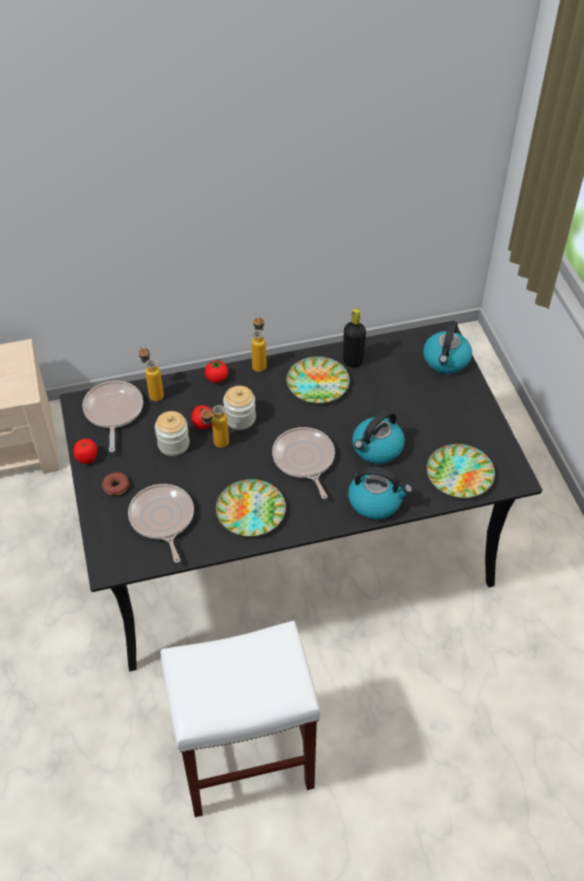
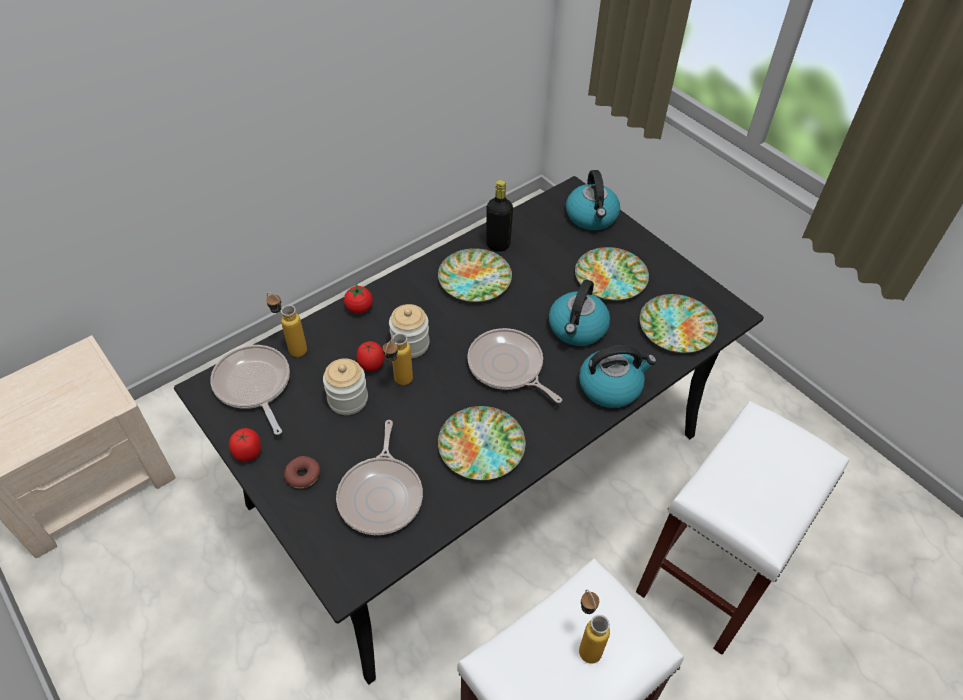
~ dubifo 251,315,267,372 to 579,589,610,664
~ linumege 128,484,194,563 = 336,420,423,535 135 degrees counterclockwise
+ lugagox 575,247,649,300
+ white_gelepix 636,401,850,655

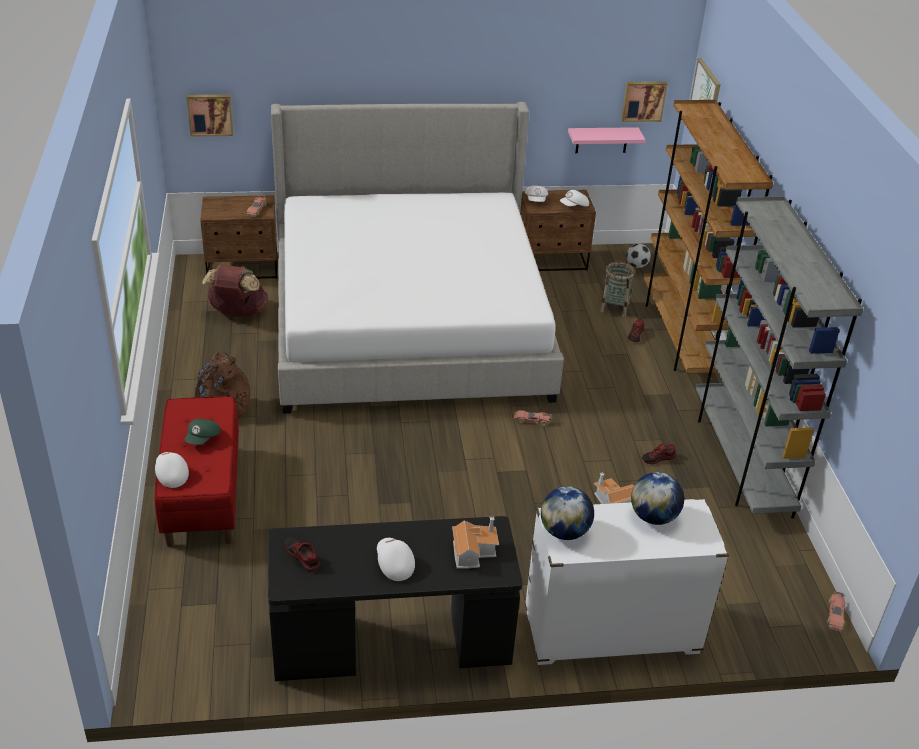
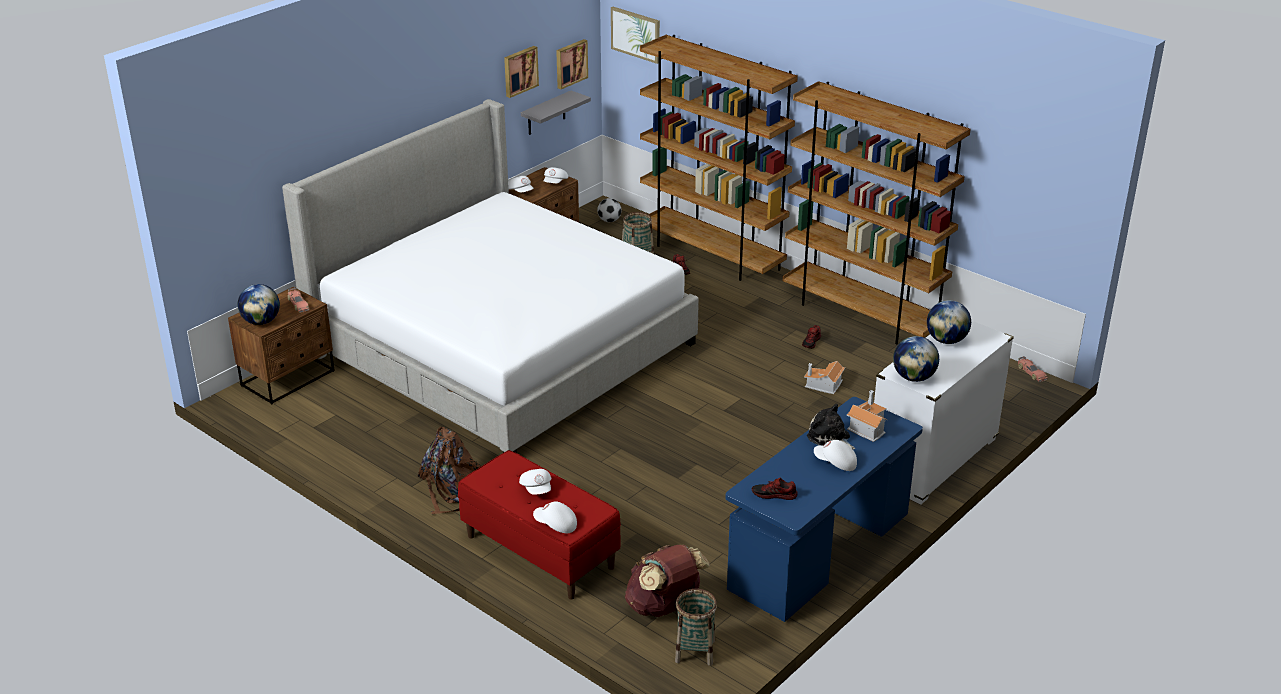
~ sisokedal 187,95,233,137 to 504,46,539,98
~ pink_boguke 568,127,645,153 to grey_boguke 521,91,591,135
~ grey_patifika 696,196,863,519 to brown_patifika 783,81,971,345
~ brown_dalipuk 202,265,268,317 to 625,545,710,617
- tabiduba 514,410,552,426
~ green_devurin 184,419,221,445 to white_devurin 519,469,551,494
~ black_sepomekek 268,516,522,681 to blue_sepomekek 725,397,923,622
+ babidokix 238,284,280,325
+ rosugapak 807,404,855,449
+ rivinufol 675,589,717,666

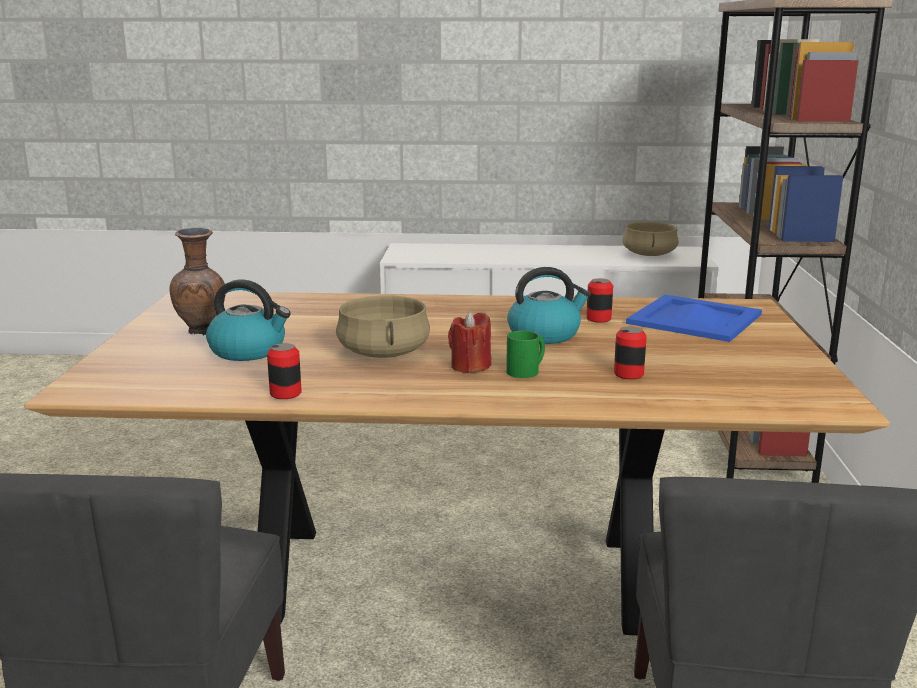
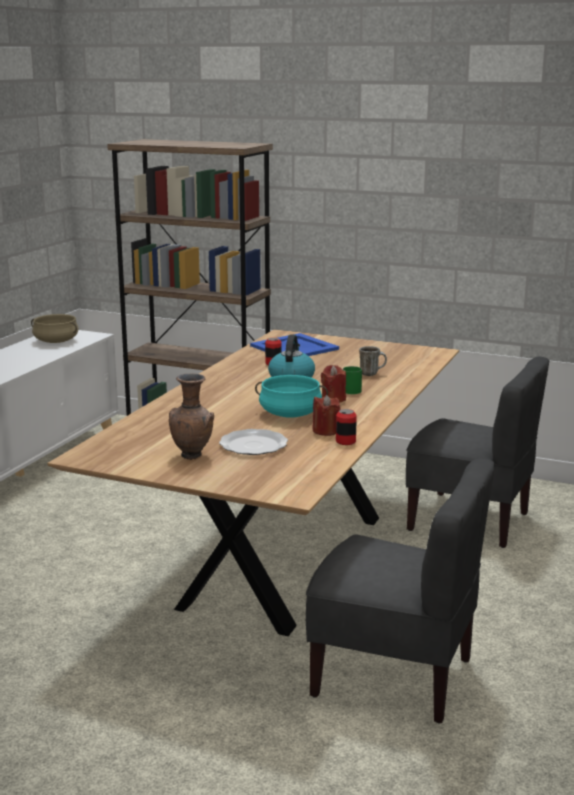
~ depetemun 206,280,291,361 to lugagox 219,429,288,455
~ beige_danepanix 336,296,430,358 to turquoise_danepanix 255,375,328,418
~ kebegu 614,326,647,379 to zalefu 359,346,387,376
+ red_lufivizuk 313,395,341,436

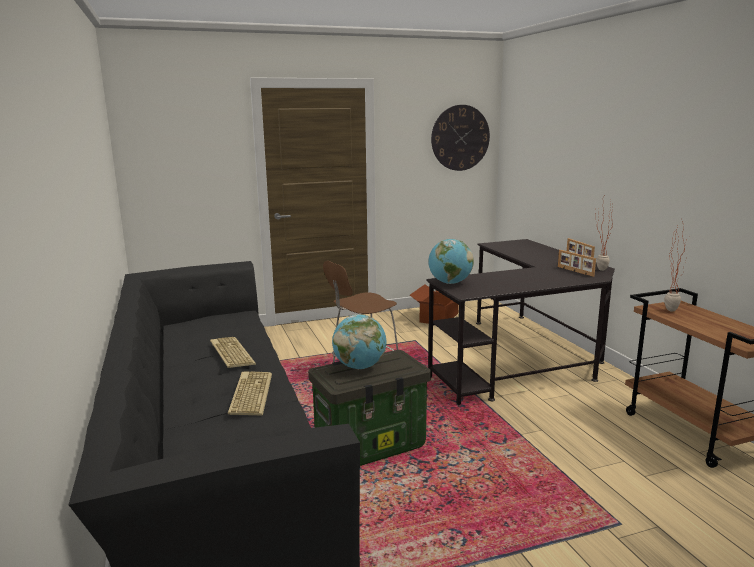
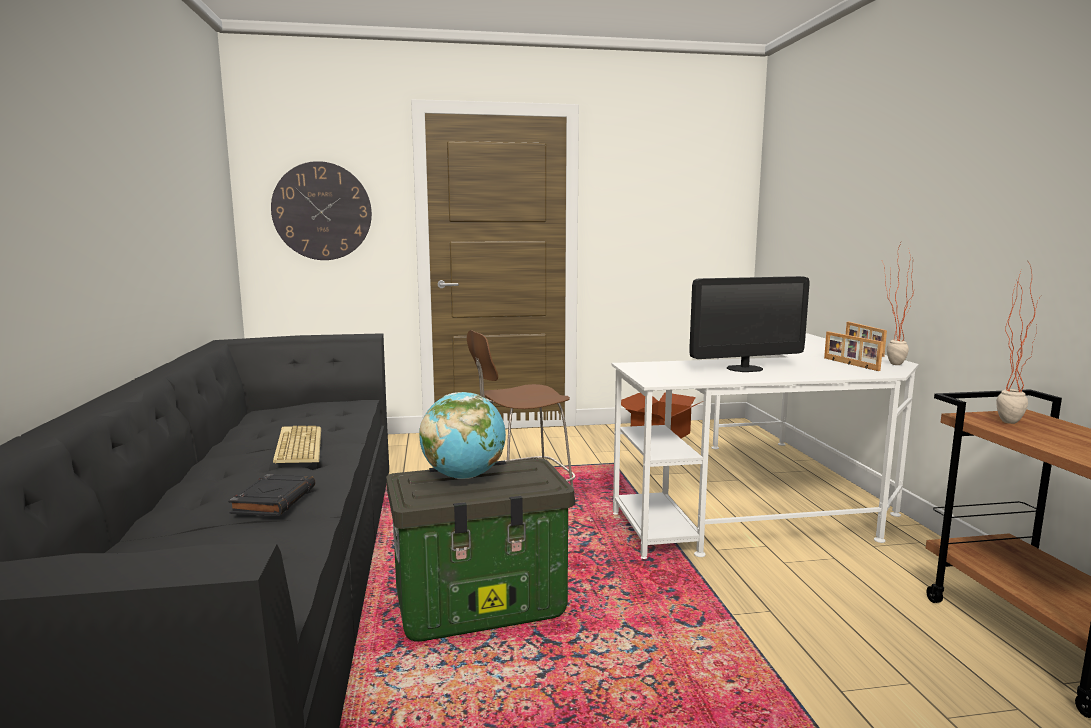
~ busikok 431,105,490,171 to 271,161,372,260
~ black_sepomekek 426,239,615,406 to white_sepomekek 612,333,919,559
- babidokix 428,239,474,284
~ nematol 228,371,272,416 to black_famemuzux 228,474,315,516
+ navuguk 690,276,810,372

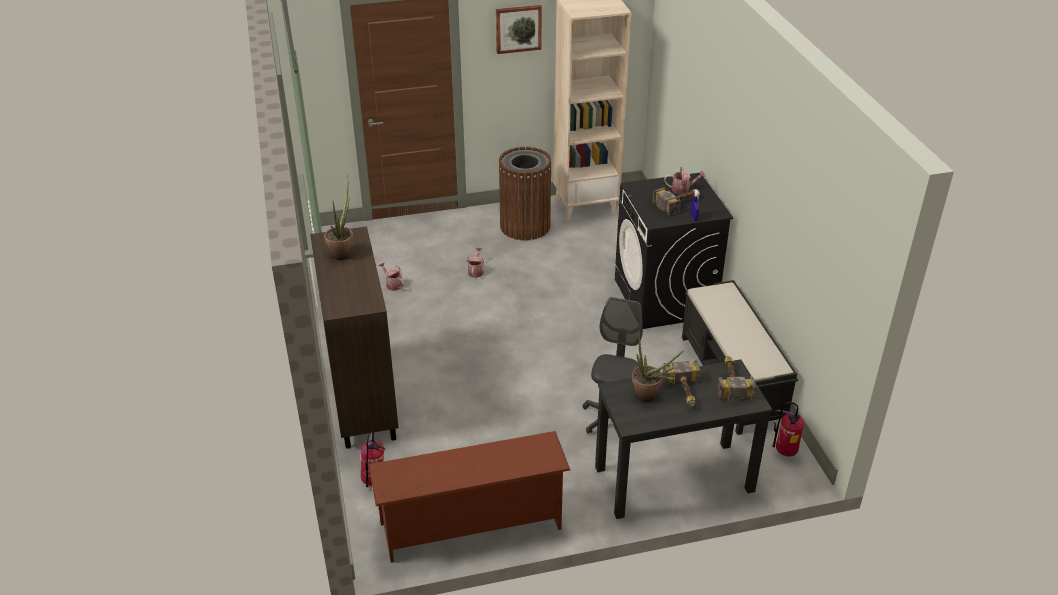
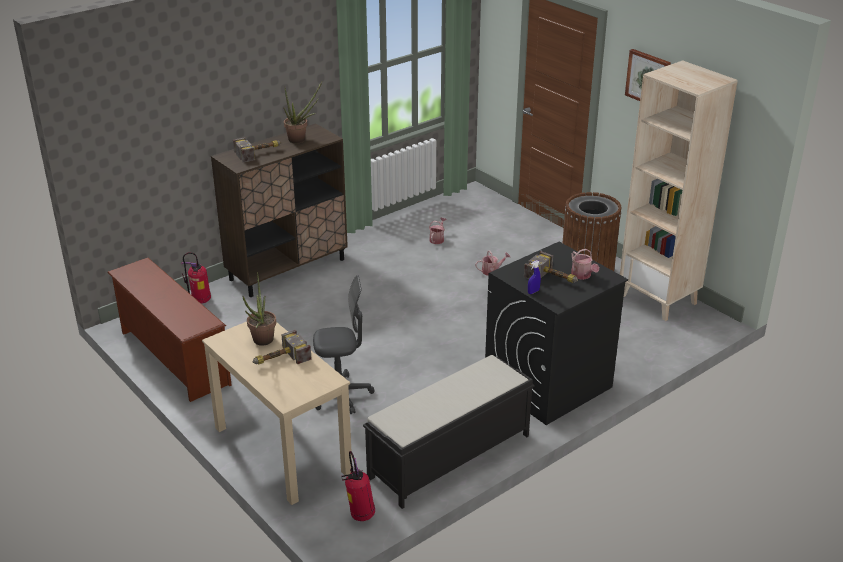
~ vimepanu 717,356,756,401 to 233,137,281,163
~ black_sepomekek 595,359,773,519 to beige_sepomekek 202,321,352,505

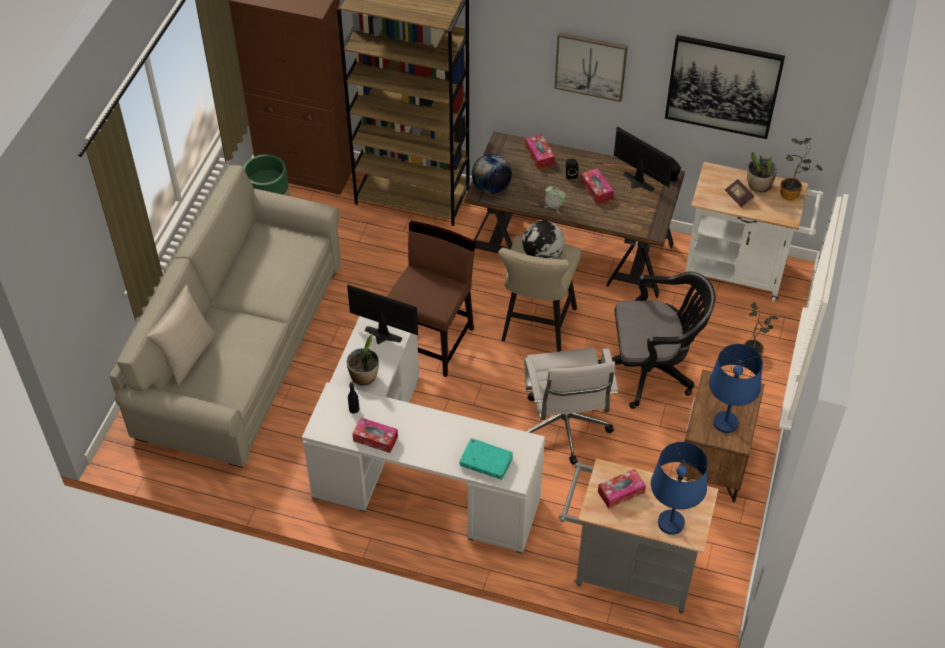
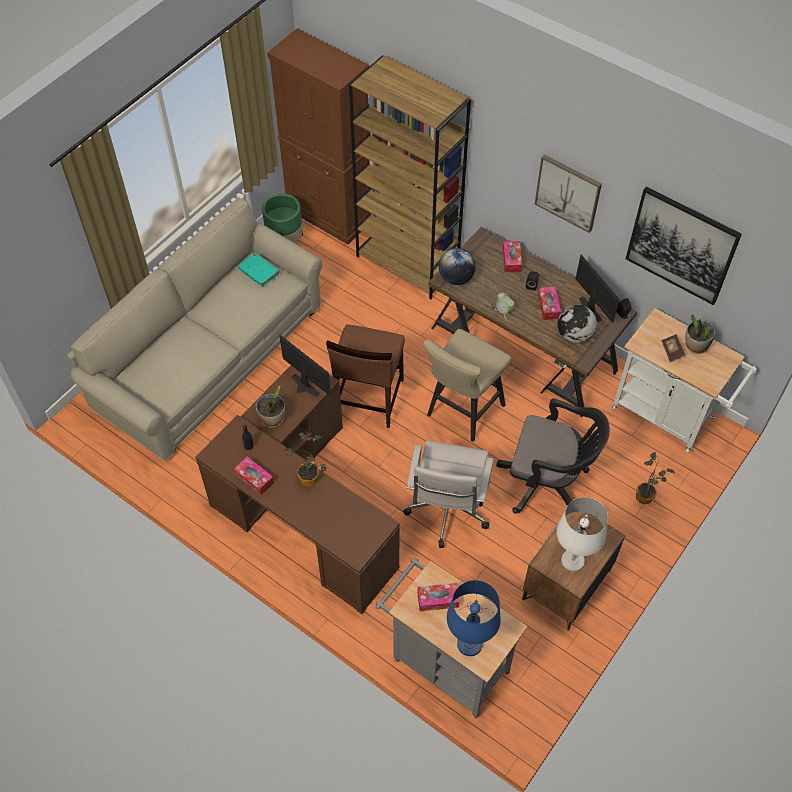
~ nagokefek 780,138,822,201 to 286,432,327,486
~ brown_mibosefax 387,221,476,377 = 326,324,405,428 150 degrees clockwise
~ babidokix 522,221,565,259 to 558,305,597,343
- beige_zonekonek 146,285,217,386
~ white_sepomekek 302,316,545,554 to brown_sepomekek 195,366,400,614
~ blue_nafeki 709,344,763,433 to white_nafeki 556,497,608,572
~ turquoise_famemuzux 460,438,513,480 to 238,253,279,287

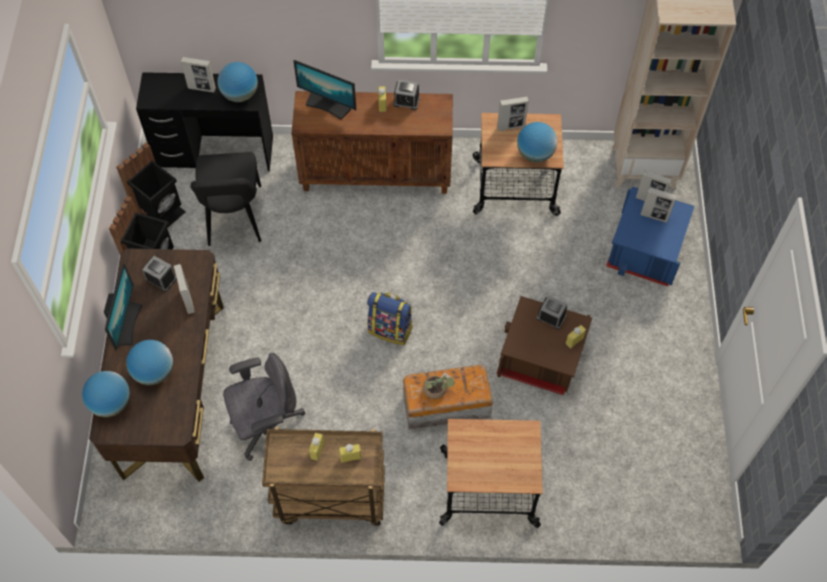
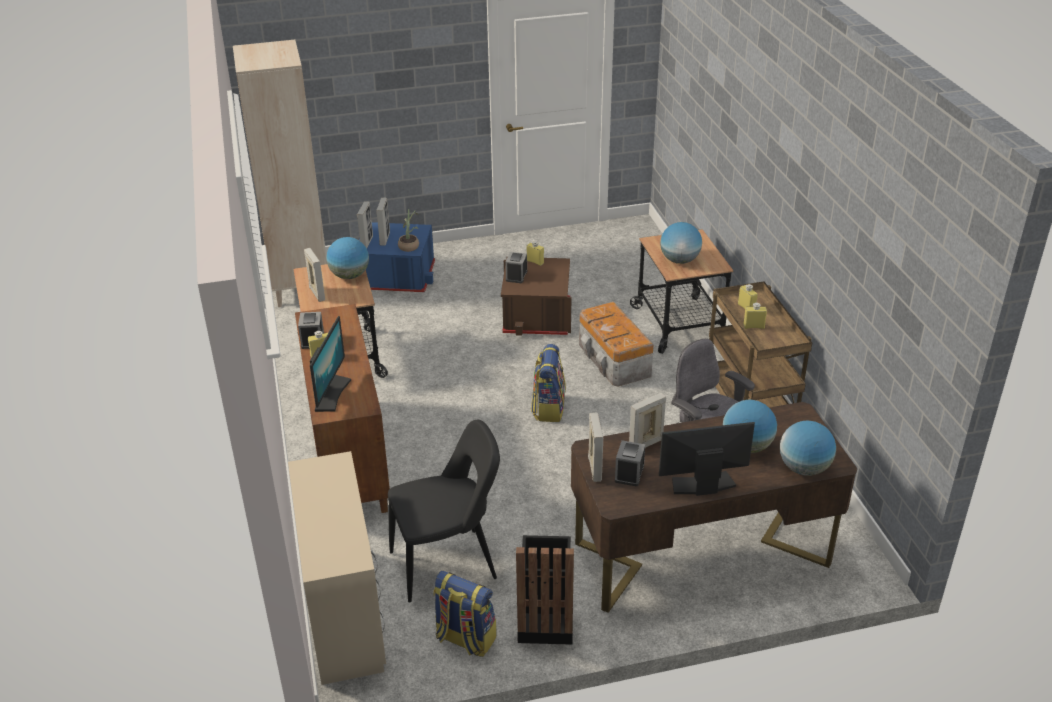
~ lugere 181,57,216,93 to 588,413,603,482
~ babidokix 217,62,258,102 to 660,222,702,264
~ black_sepomekek 136,72,273,171 to beige_sepomekek 288,451,386,685
~ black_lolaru 116,143,186,228 to dalipuk 433,571,496,657
~ nagokefek 423,375,456,399 to 398,209,419,252

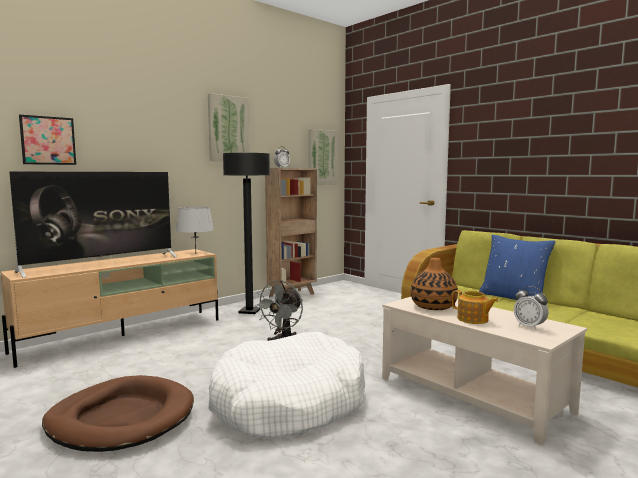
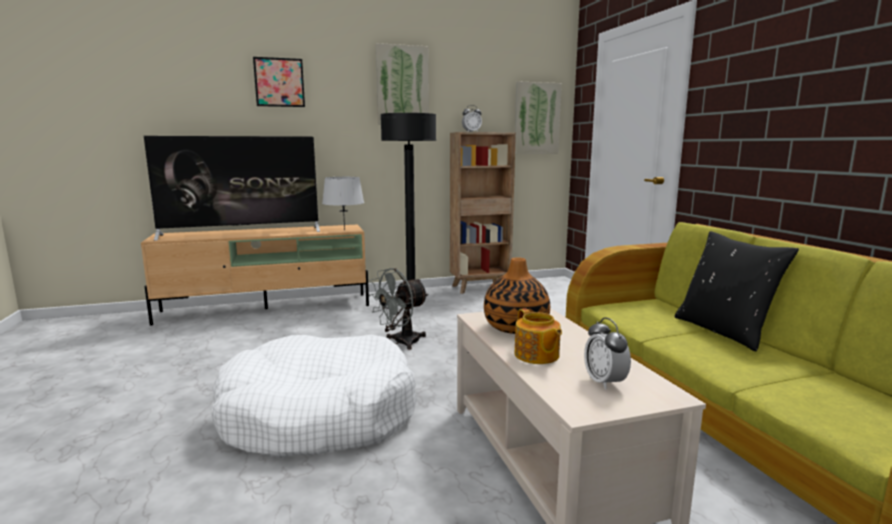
~ sisokedal 19,115,76,165 to 253,57,305,107
~ blue_zonekonek 479,235,556,300 to black_zonekonek 675,231,799,351
- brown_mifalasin 42,375,194,452

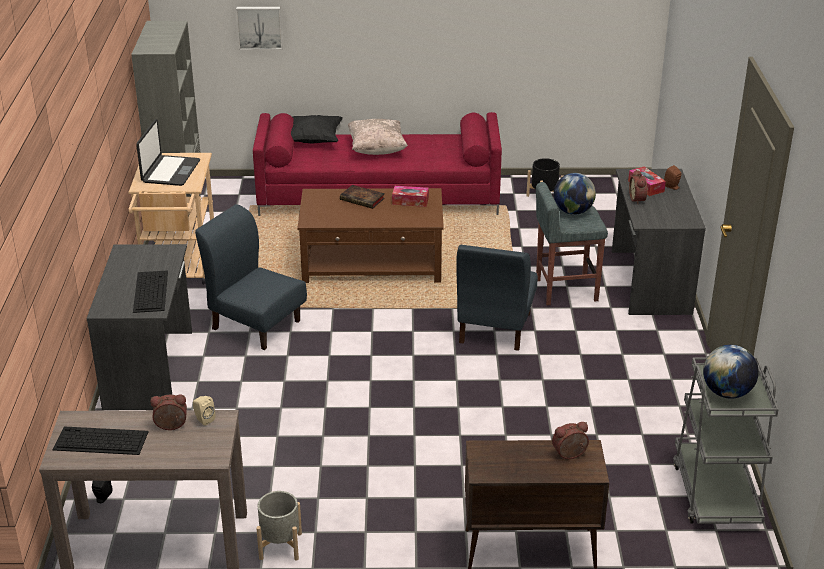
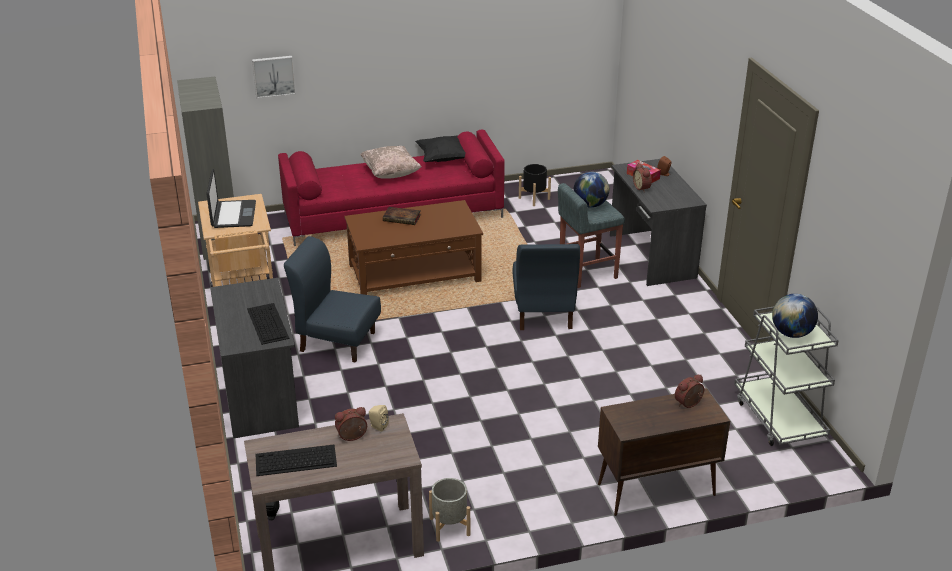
~ black_zonekonek 291,115,343,144 to 415,135,466,162
- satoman 392,186,429,207

